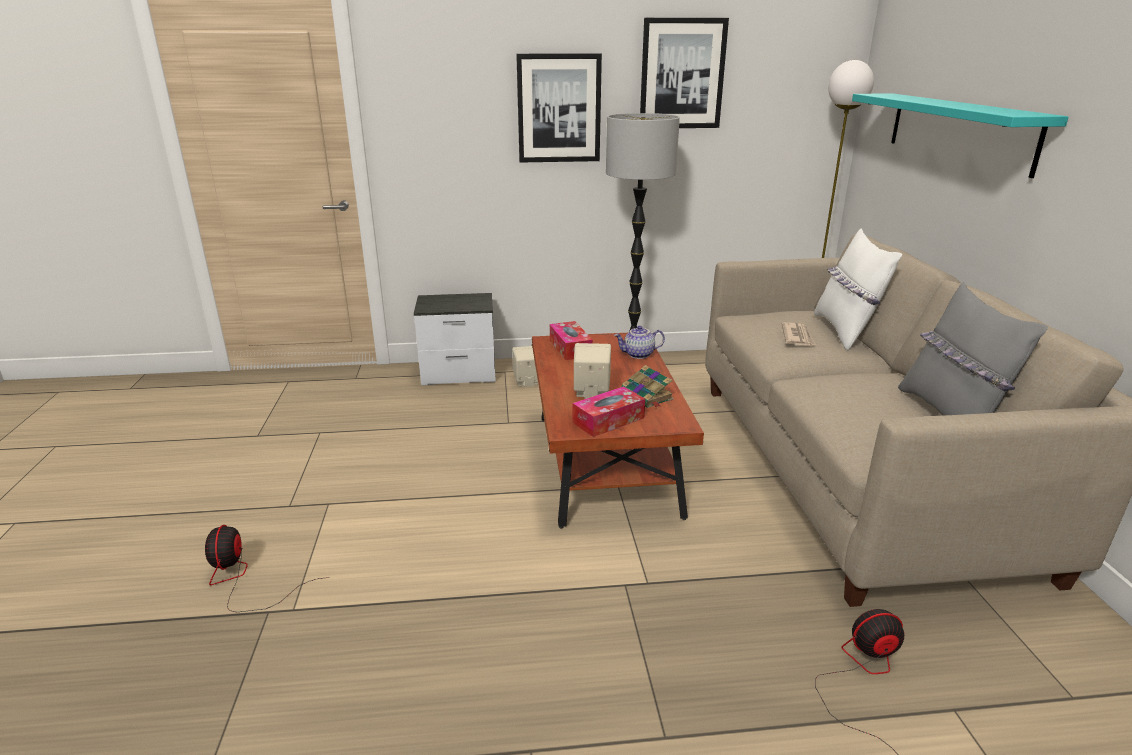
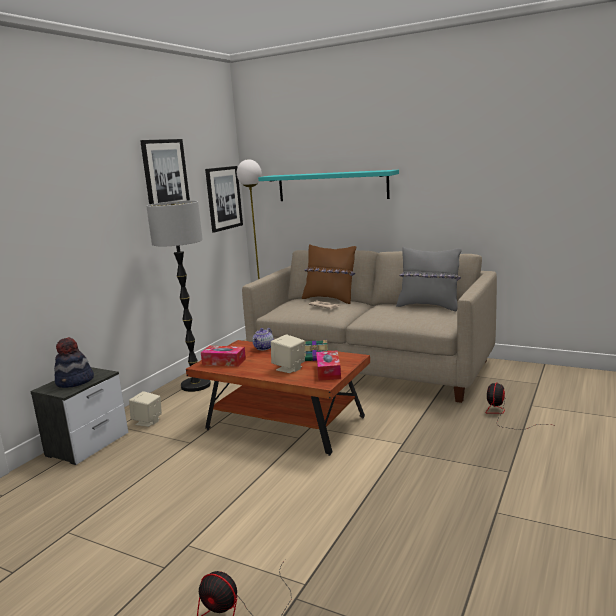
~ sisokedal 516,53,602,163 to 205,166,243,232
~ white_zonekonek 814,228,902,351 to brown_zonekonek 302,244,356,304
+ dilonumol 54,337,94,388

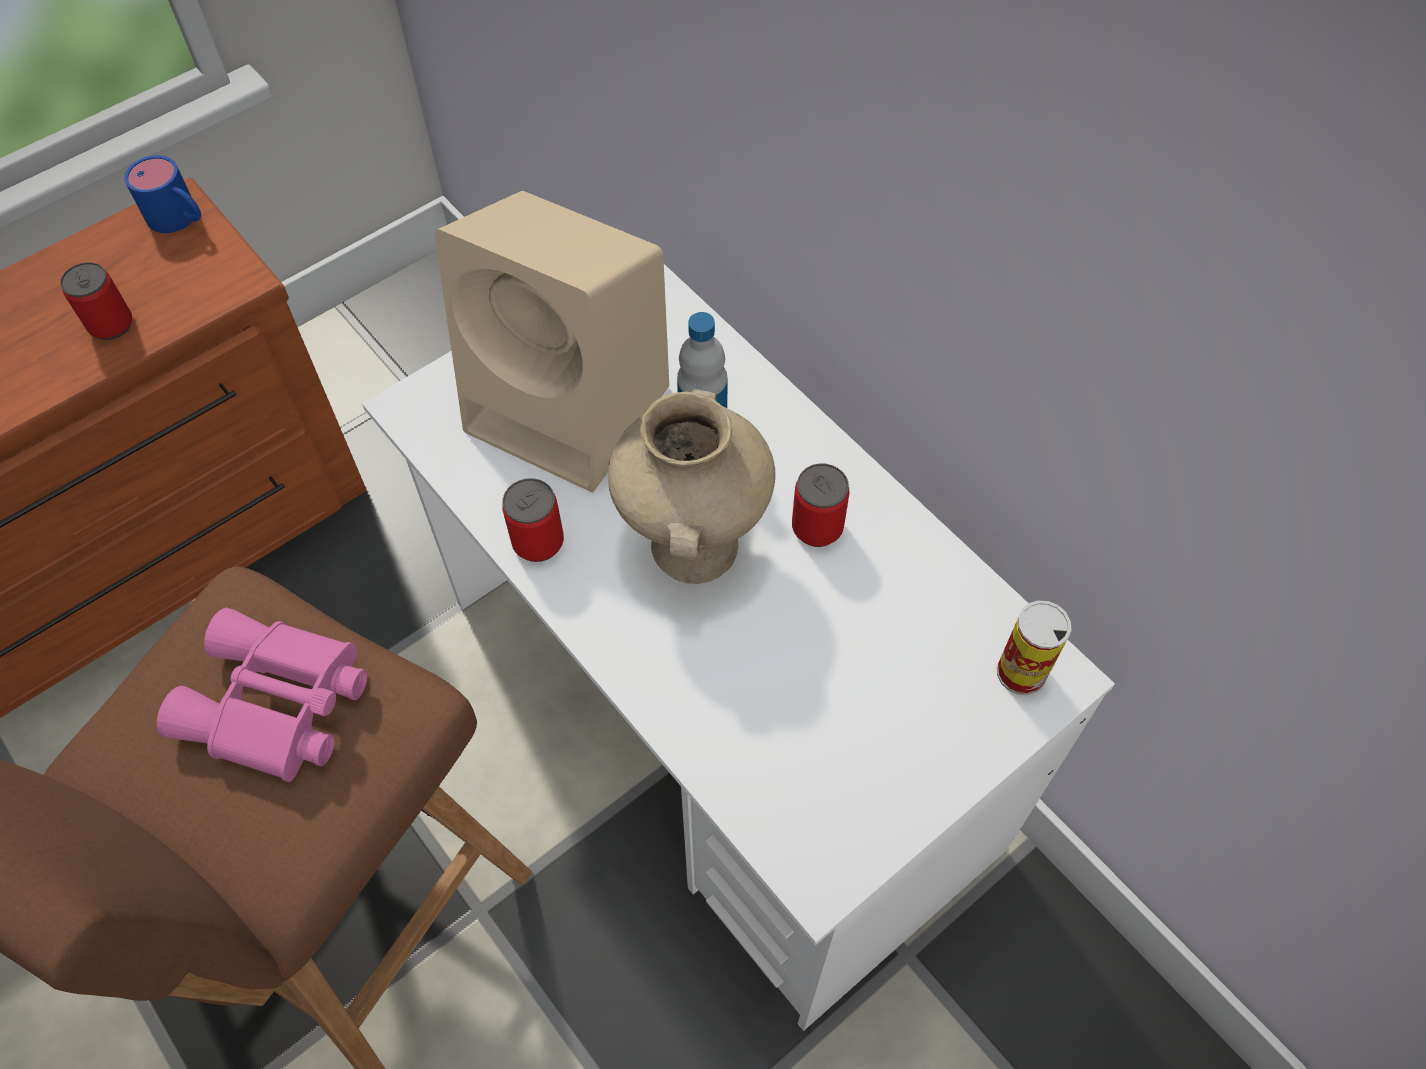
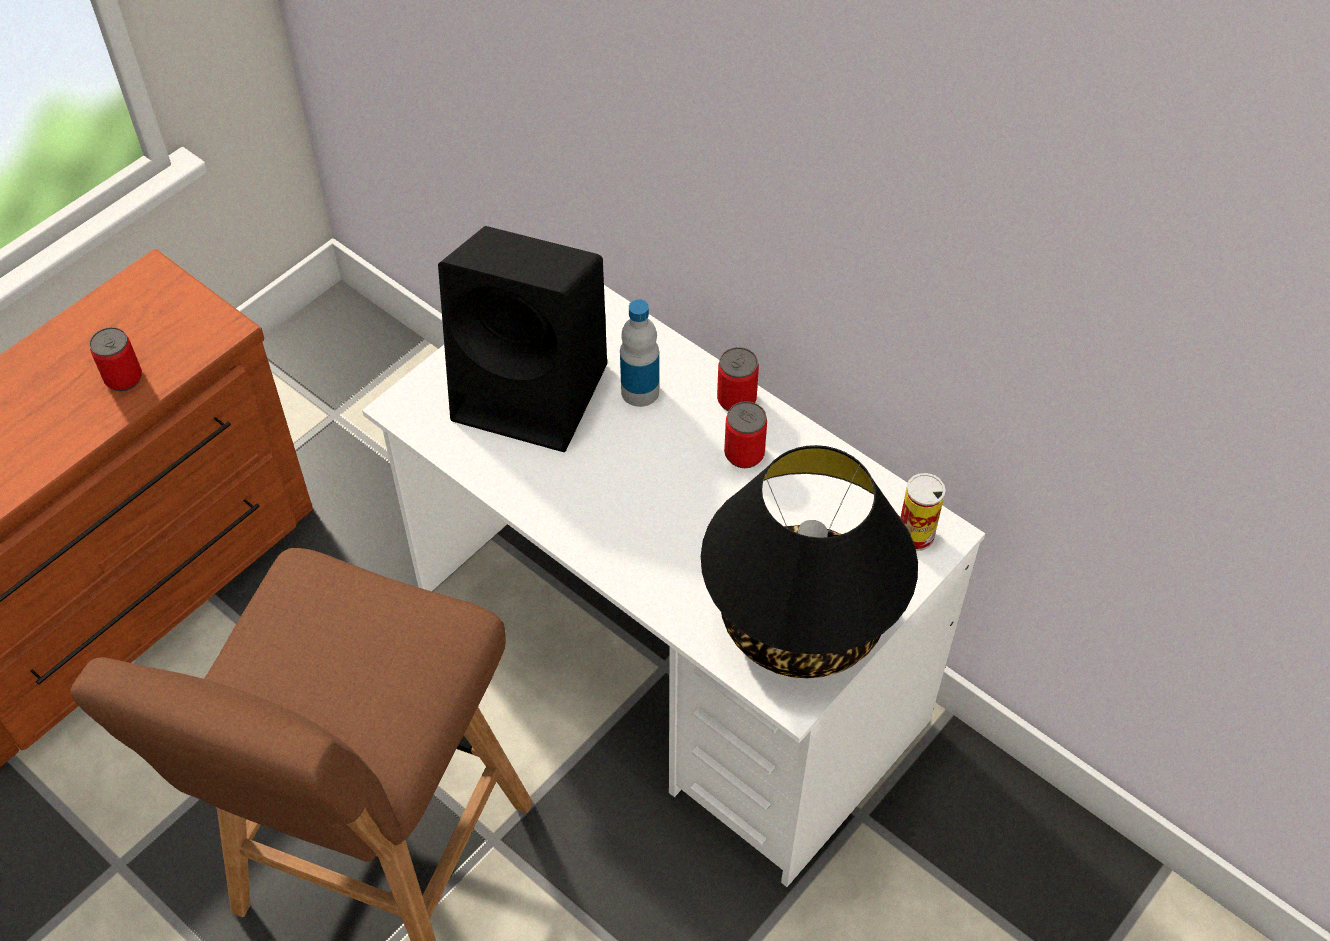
- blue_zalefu 124,155,201,233
~ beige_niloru 434,191,669,492 to black_niloru 438,226,607,452
- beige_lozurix 608,389,775,584
~ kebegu 502,478,564,562 to 717,347,759,411
- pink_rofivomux 157,608,367,782
+ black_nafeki 701,445,918,678

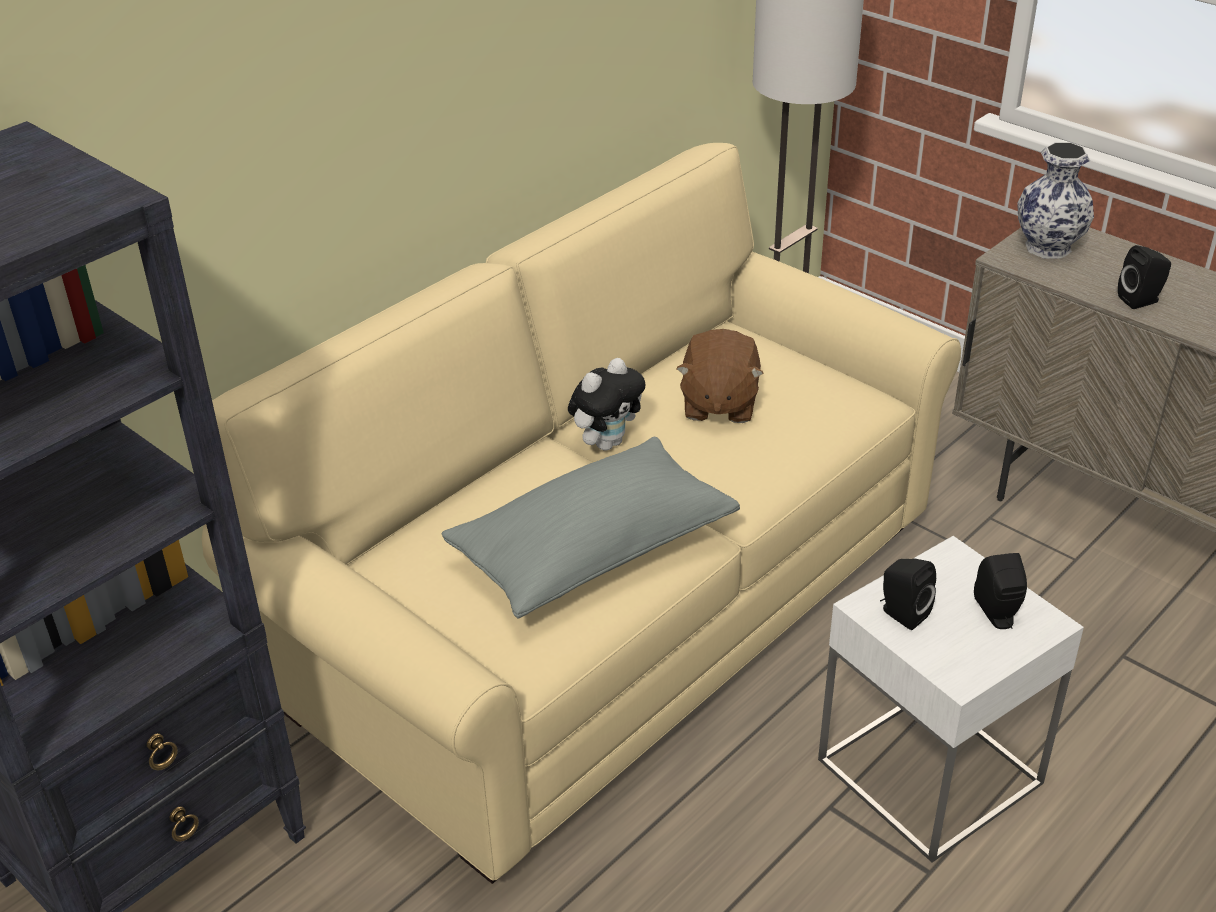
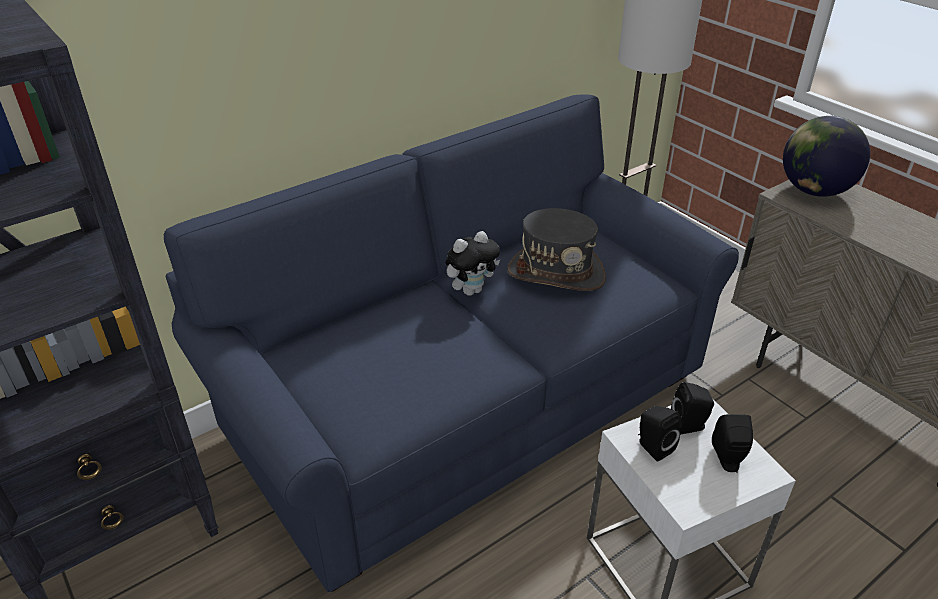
~ lozurix 1017,142,1094,258 to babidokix 783,116,870,197
~ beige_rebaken 202,143,961,884 to blue_rebaken 164,94,739,592
~ black_niloru 1118,245,1171,309 to 671,382,714,434
~ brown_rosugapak 676,329,764,423 to grey_dilonumol 507,208,606,291
- grey_zonekonek 442,437,740,619

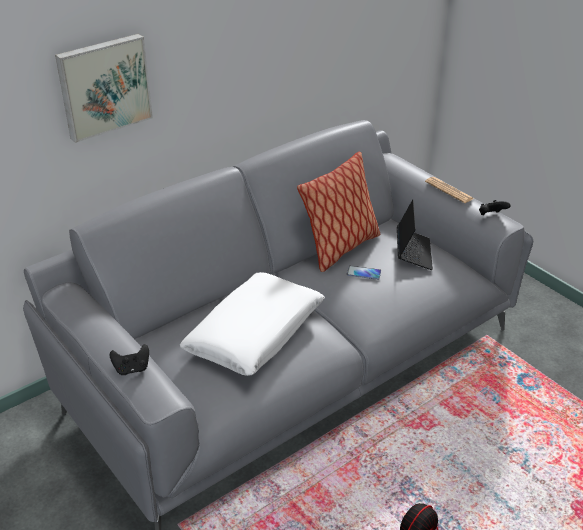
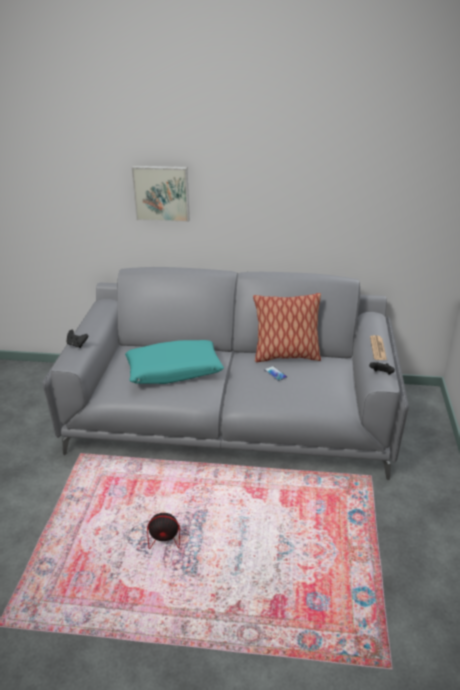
- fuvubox 397,200,433,270
~ white_zonekonek 180,272,325,376 to turquoise_zonekonek 125,340,224,384

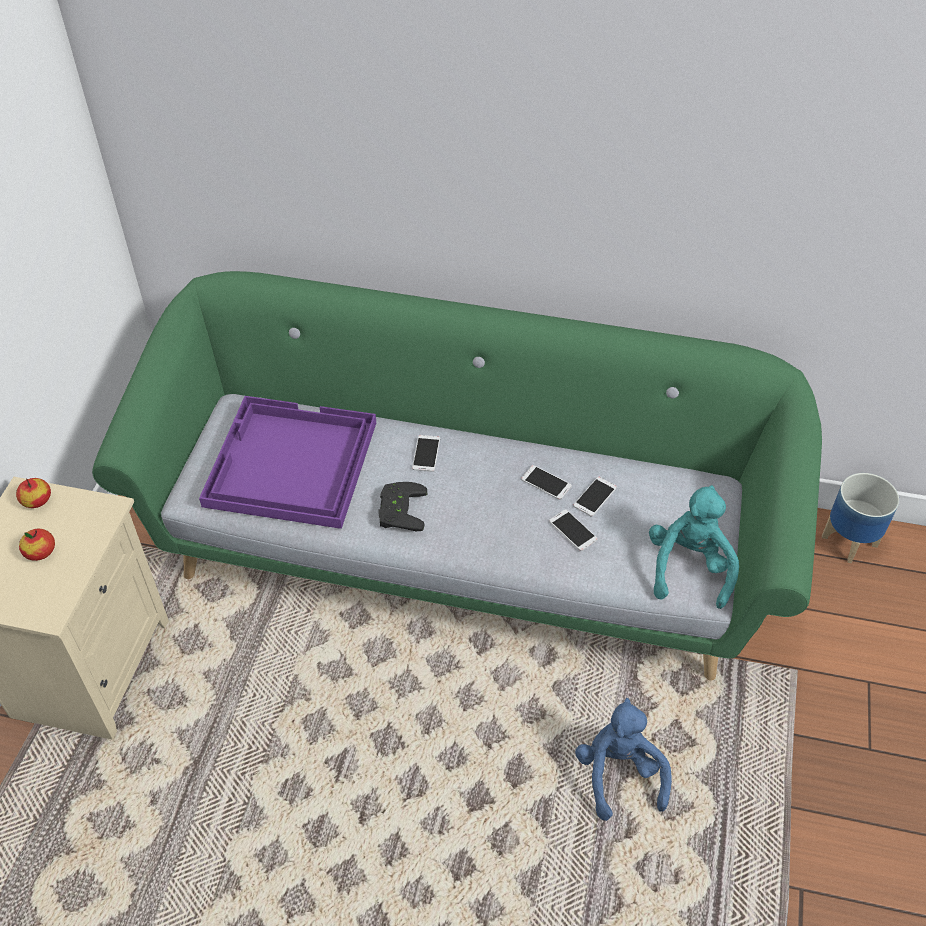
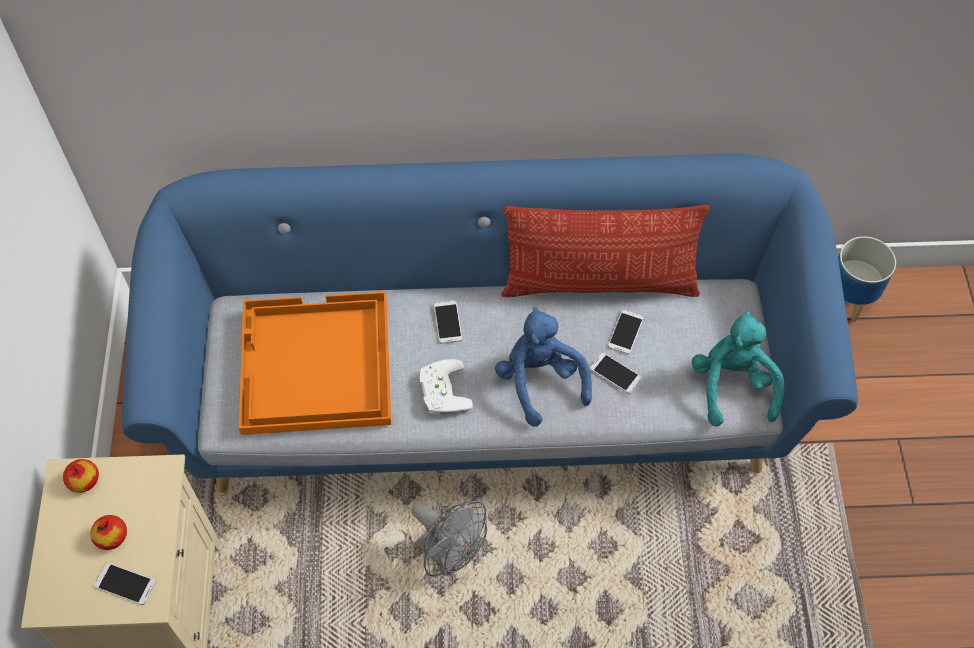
~ green_rebaken 92,271,822,680 to blue_rebaken 122,154,858,493
~ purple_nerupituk 199,396,376,529 to orange_nerupituk 239,292,391,435
~ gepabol 521,465,572,500 to 94,563,156,605
~ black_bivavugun 379,482,427,531 to white_bivavugun 420,359,473,414
~ blue_rosugapak 575,698,672,821 to 495,307,592,427
+ zonekonek 501,205,710,297
+ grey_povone 411,501,487,576

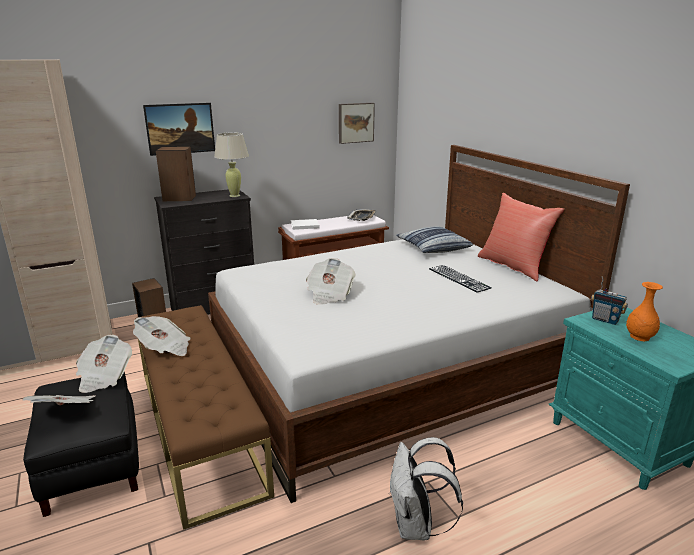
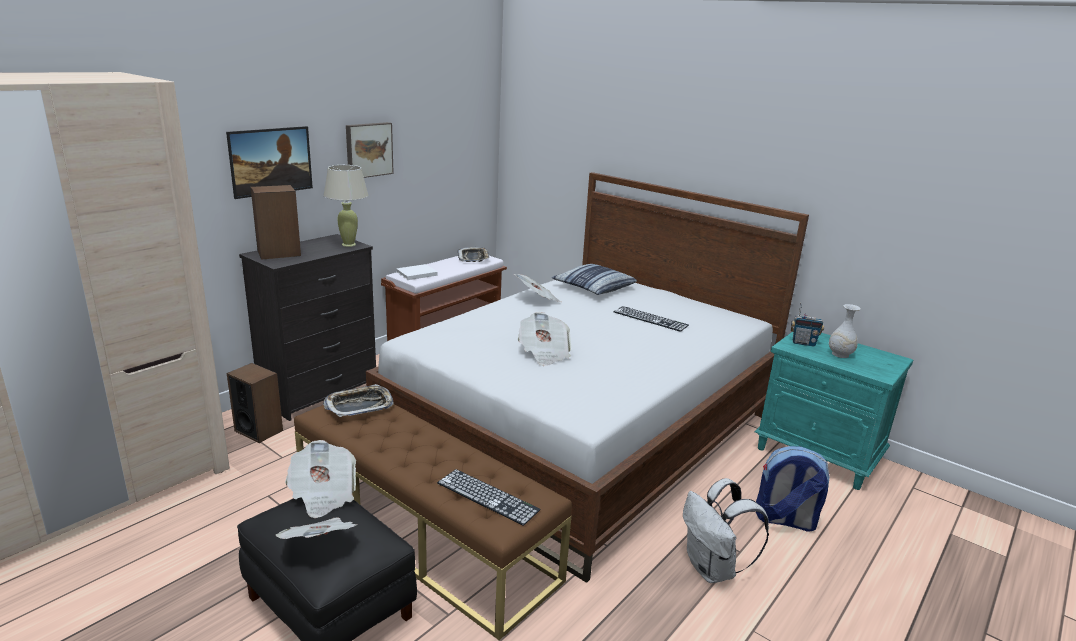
~ sisokedal 339,103,375,144 to 346,122,394,178
- red_zonekonek 478,193,565,281
~ orange_lozurix 626,282,663,341 to white_lozurix 829,304,861,358
~ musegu 133,316,190,356 to 514,274,561,302
+ nerupituk 323,384,394,417
+ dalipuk 756,446,830,532
+ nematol 437,469,541,526

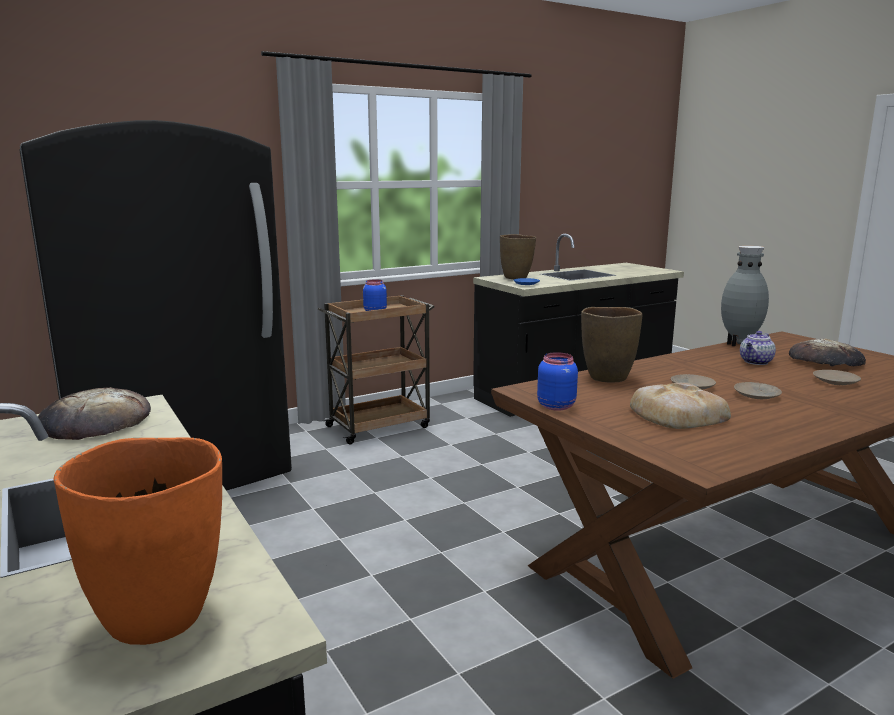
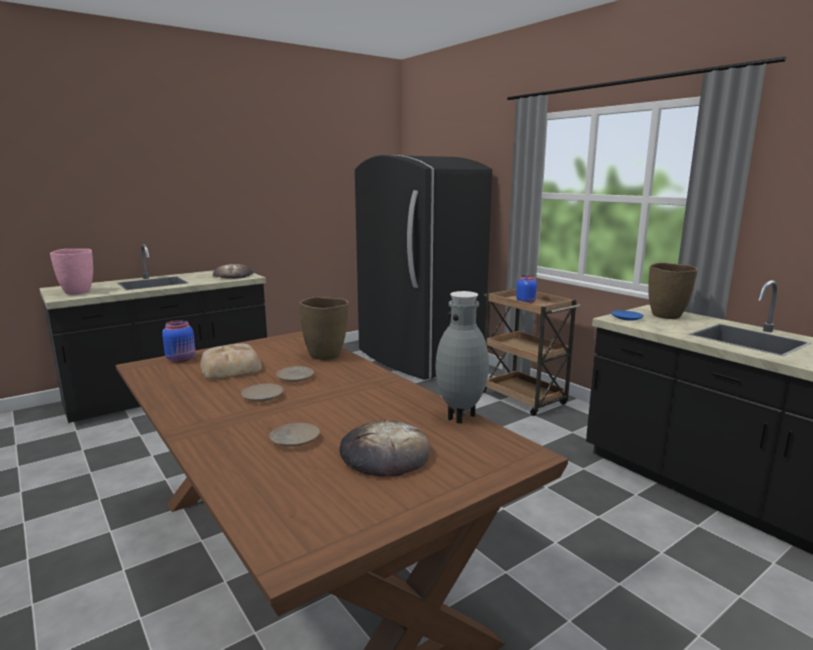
- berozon 740,331,776,365
~ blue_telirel 537,352,578,411 to 162,320,195,363
~ orange_lozurix 54,437,222,645 to pink_lozurix 50,249,93,295

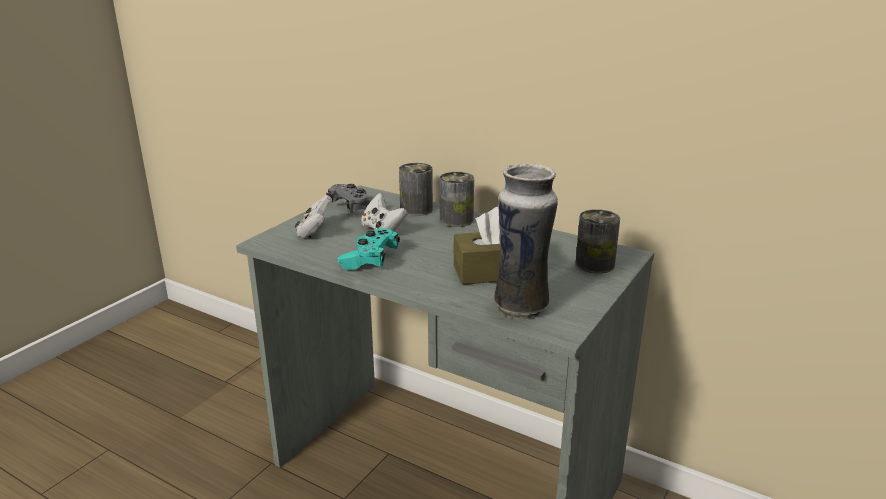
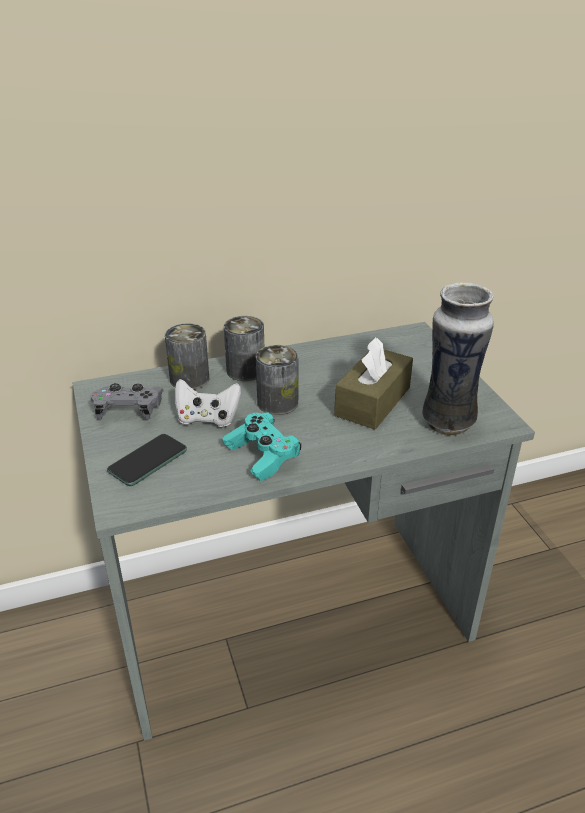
~ white_bivavugun 295,195,332,239 to gepabol 107,434,187,486
~ kebegu 576,209,620,273 to 256,345,299,415

